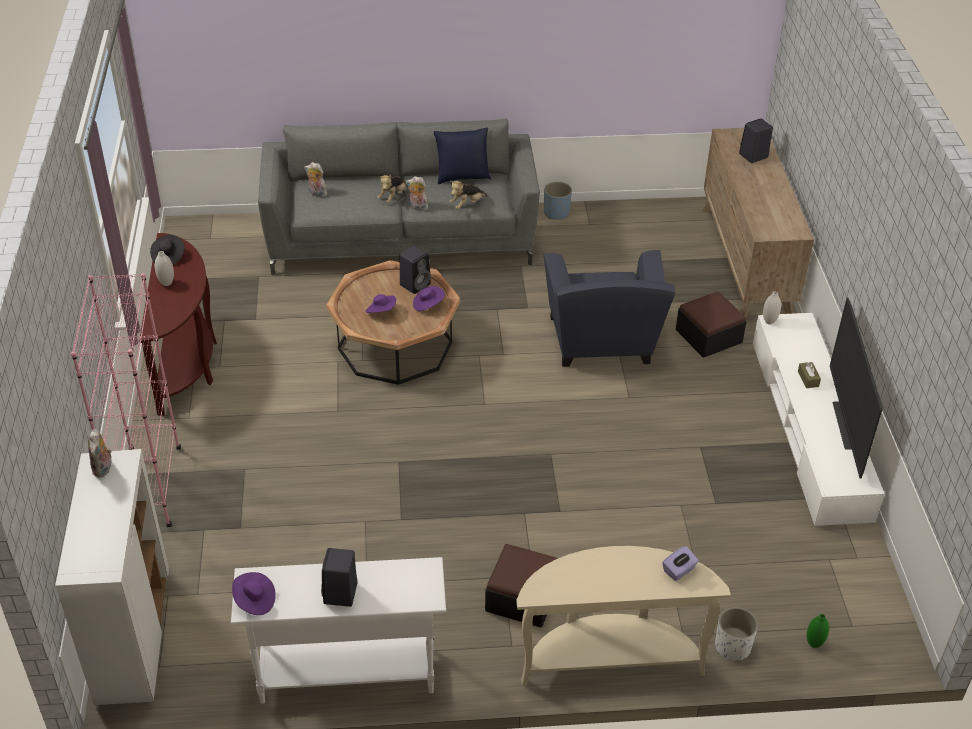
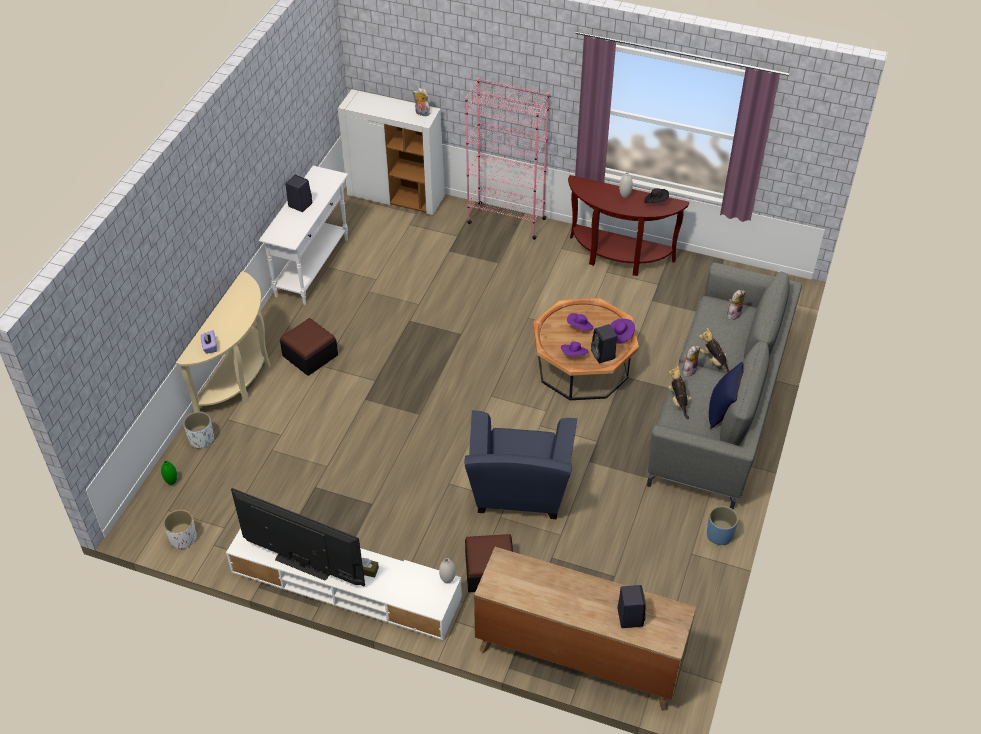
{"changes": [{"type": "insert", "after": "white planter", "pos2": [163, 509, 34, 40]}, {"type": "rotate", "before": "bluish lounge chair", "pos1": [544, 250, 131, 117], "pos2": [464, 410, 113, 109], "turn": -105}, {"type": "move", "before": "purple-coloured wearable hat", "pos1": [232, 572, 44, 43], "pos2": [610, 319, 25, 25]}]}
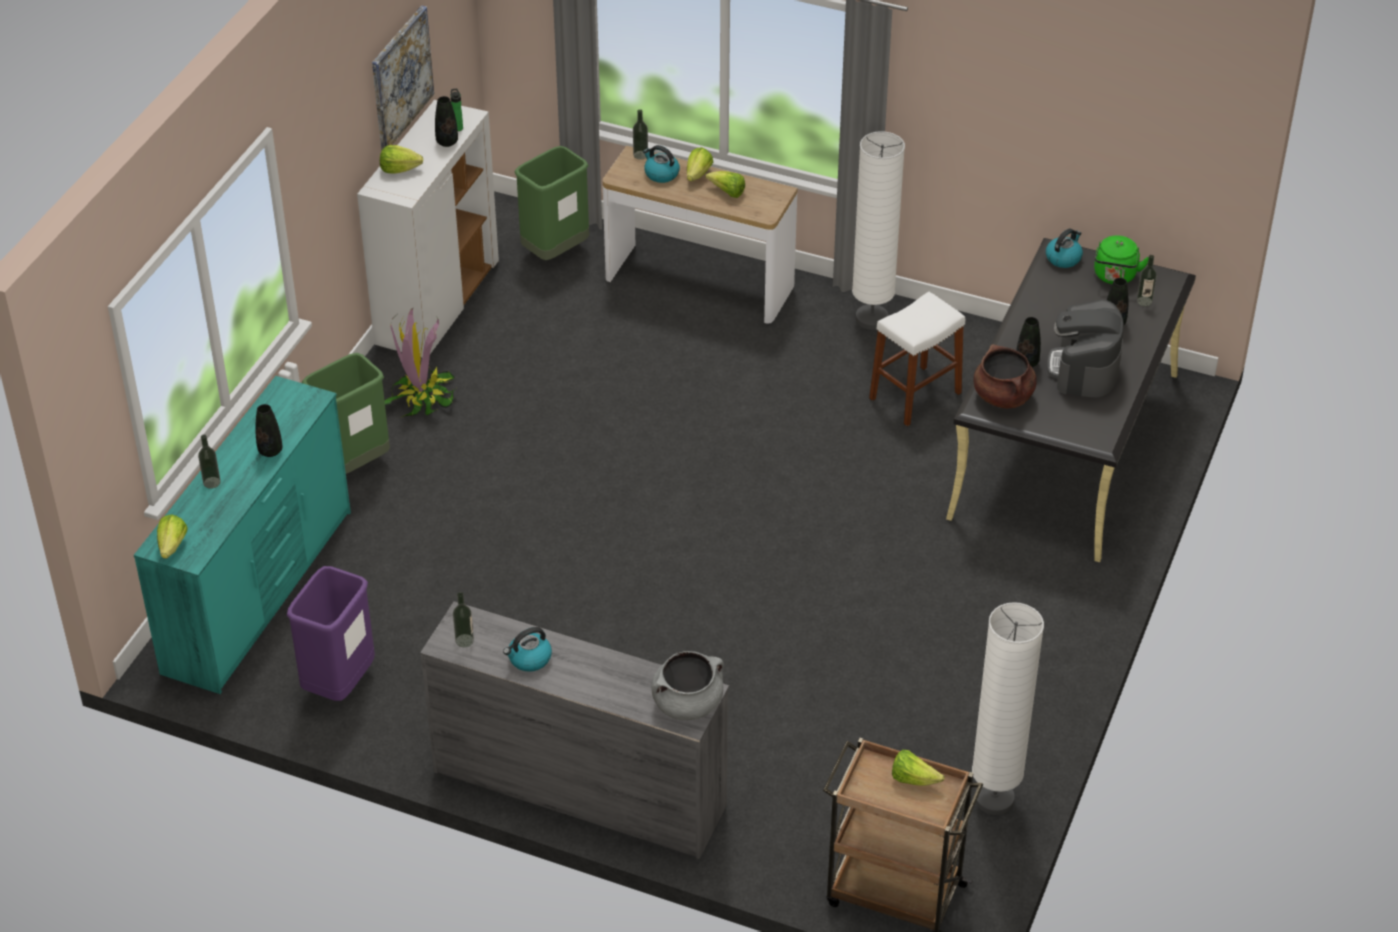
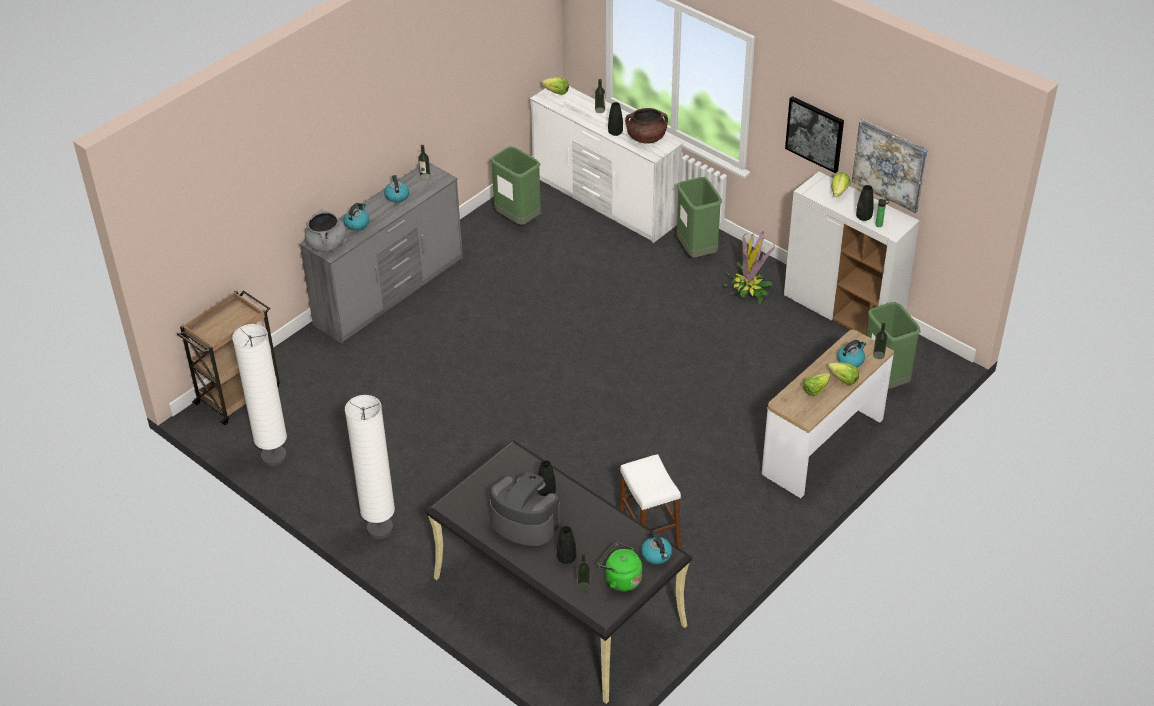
{"changes": [{"type": "insert", "after": "tea kettle", "pos2": [344, 203, 25, 28]}, {"type": "move", "before": "white floor lamp", "pos1": [852, 131, 53, 199], "pos2": [345, 395, 50, 144]}, {"type": "recolor", "before": "purple-coloured trash can", "after": "green trash can", "pos1": [287, 566, 88, 135], "pos2": [490, 146, 51, 79]}, {"type": "recolor", "before": "turquoise drawer chest", "after": "white drawer chest", "pos1": [134, 376, 217, 318], "pos2": [530, 86, 152, 157]}, {"type": "move", "before": "brownish stockpot", "pos1": [974, 344, 63, 65], "pos2": [625, 108, 43, 36]}, {"type": "insert", "after": "wall picture", "pos2": [785, 96, 59, 77]}, {"type": "delete", "before": "head of lettuce", "pos1": [892, 750, 53, 36]}]}
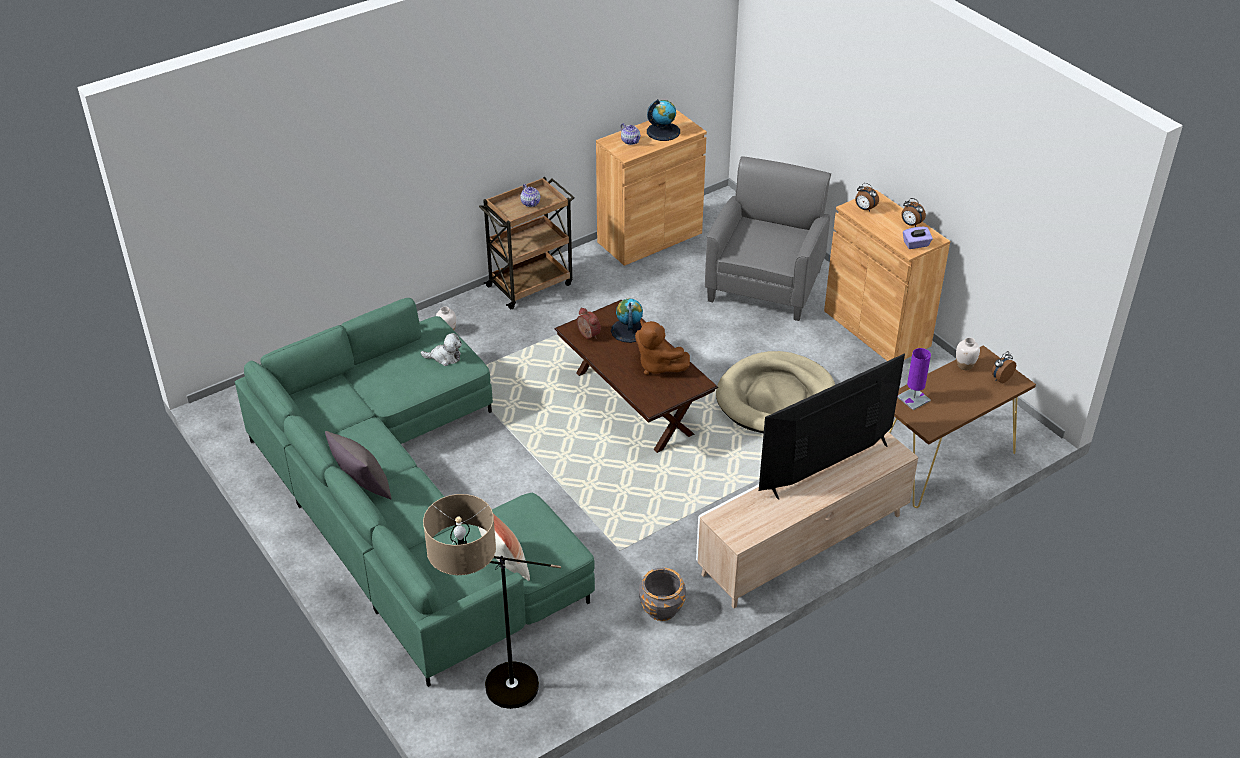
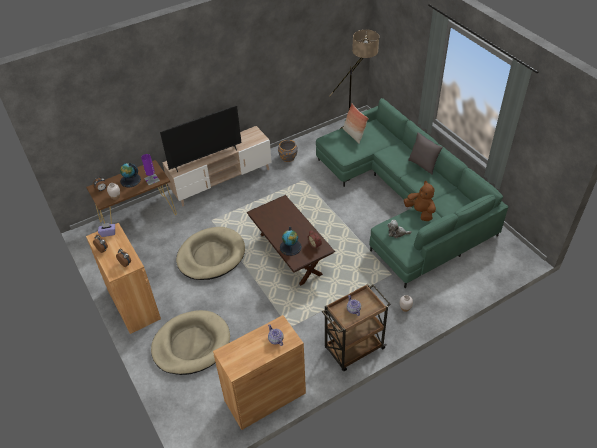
{"changes": [{"type": "move", "before": "world globe", "pos1": [647, 99, 33, 42], "pos2": [120, 163, 21, 24]}, {"type": "replace", "before": "greyish lounge chair", "after": "beige dog bed", "pos1": [705, 156, 126, 165], "pos2": [151, 310, 79, 65]}, {"type": "move", "before": "brownish cuddly toy", "pos1": [635, 321, 55, 54], "pos2": [404, 181, 32, 40]}]}
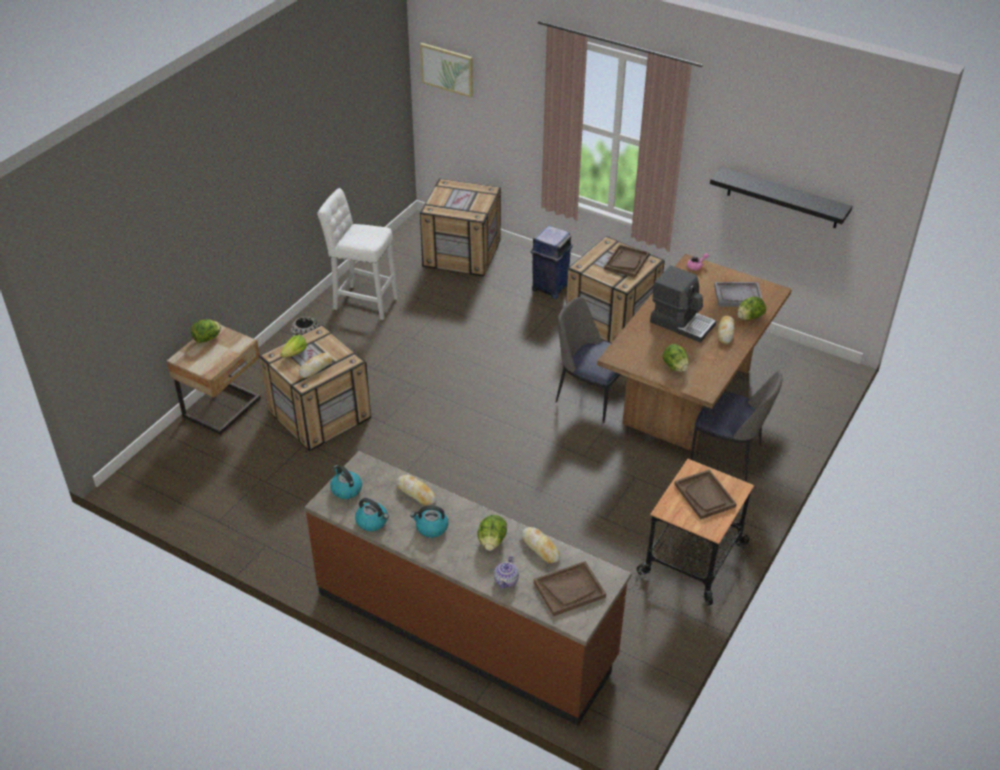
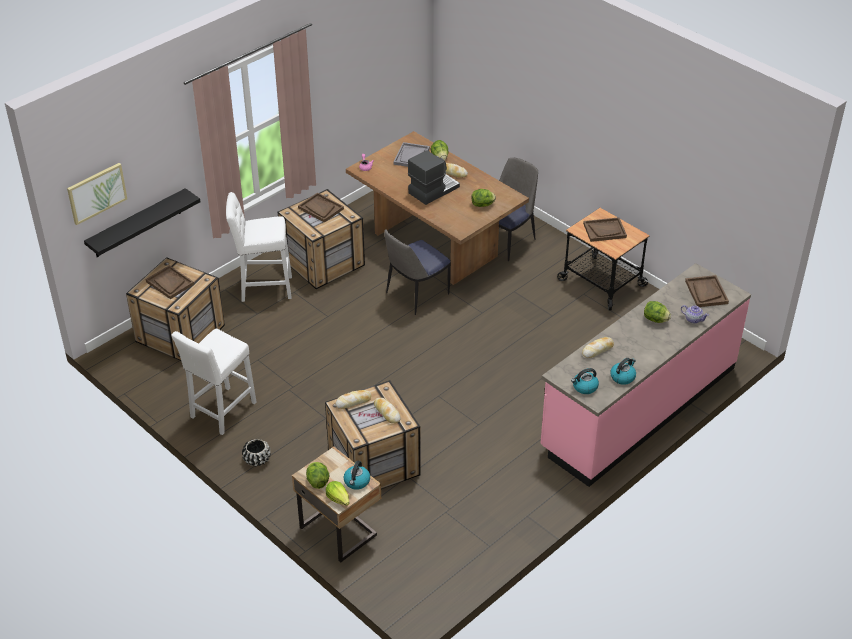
{"changes": [{"type": "move", "before": "black shelf", "pos1": [710, 167, 142, 61], "pos2": [84, 188, 116, 69]}, {"type": "insert", "after": "brownish serving tray", "pos2": [146, 265, 48, 34]}, {"type": "replace", "before": "bluish trash can", "after": "white stool seat", "pos1": [531, 225, 42, 74], "pos2": [226, 192, 66, 110]}, {"type": "move", "before": "head of lettuce", "pos1": [280, 335, 27, 22], "pos2": [326, 481, 23, 25]}, {"type": "move", "before": "bread", "pos1": [521, 527, 39, 36], "pos2": [335, 390, 36, 19]}, {"type": "move", "before": "tea kettle", "pos1": [410, 505, 38, 33], "pos2": [344, 461, 26, 29]}, {"type": "recolor", "before": "brownish kitchen base unit", "after": "pinkish kitchen base unit", "pos1": [304, 451, 328, 275], "pos2": [540, 263, 211, 224]}]}
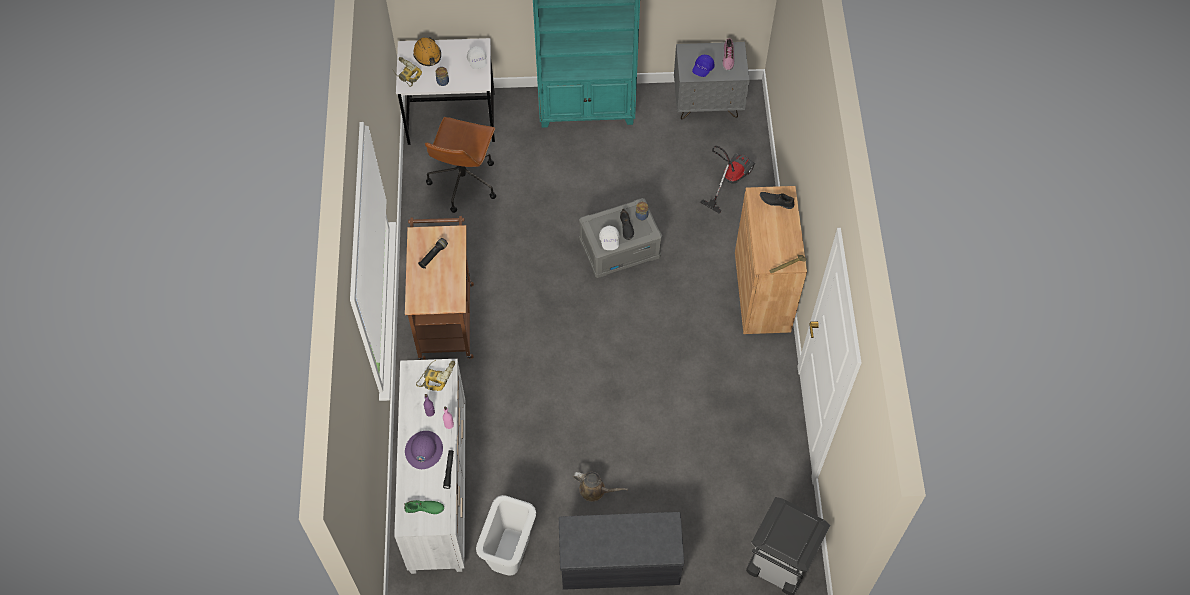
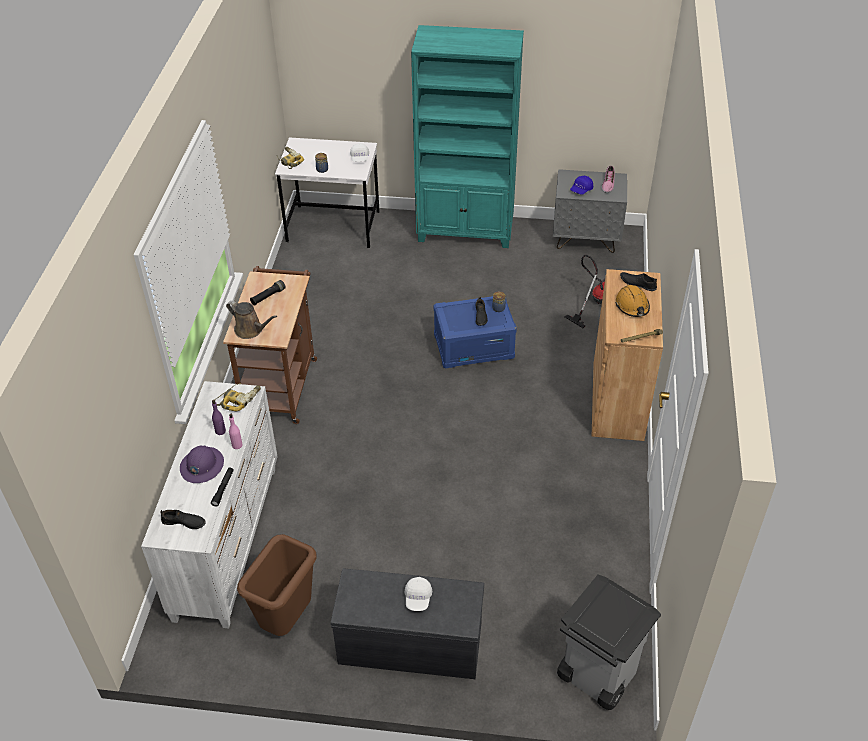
{"changes": [{"type": "recolor", "before": "green item of footwear", "after": "black item of footwear", "pos1": [404, 500, 40, 14], "pos2": [160, 510, 46, 19]}, {"type": "move", "before": "brownish watering can", "pos1": [573, 472, 55, 30], "pos2": [226, 301, 51, 38]}, {"type": "recolor", "before": "white trash can", "after": "brownish trash can", "pos1": [476, 495, 60, 81], "pos2": [237, 534, 80, 102]}, {"type": "move", "before": "white cap", "pos1": [599, 226, 21, 24], "pos2": [404, 577, 28, 34]}, {"type": "recolor", "before": "greyish storage bin", "after": "bluish storage bin", "pos1": [579, 198, 83, 80], "pos2": [434, 296, 83, 72]}, {"type": "move", "before": "orange-coloured safety helmet", "pos1": [413, 37, 28, 29], "pos2": [616, 285, 34, 32]}, {"type": "delete", "before": "brownish computer chair", "pos1": [425, 117, 71, 96]}]}
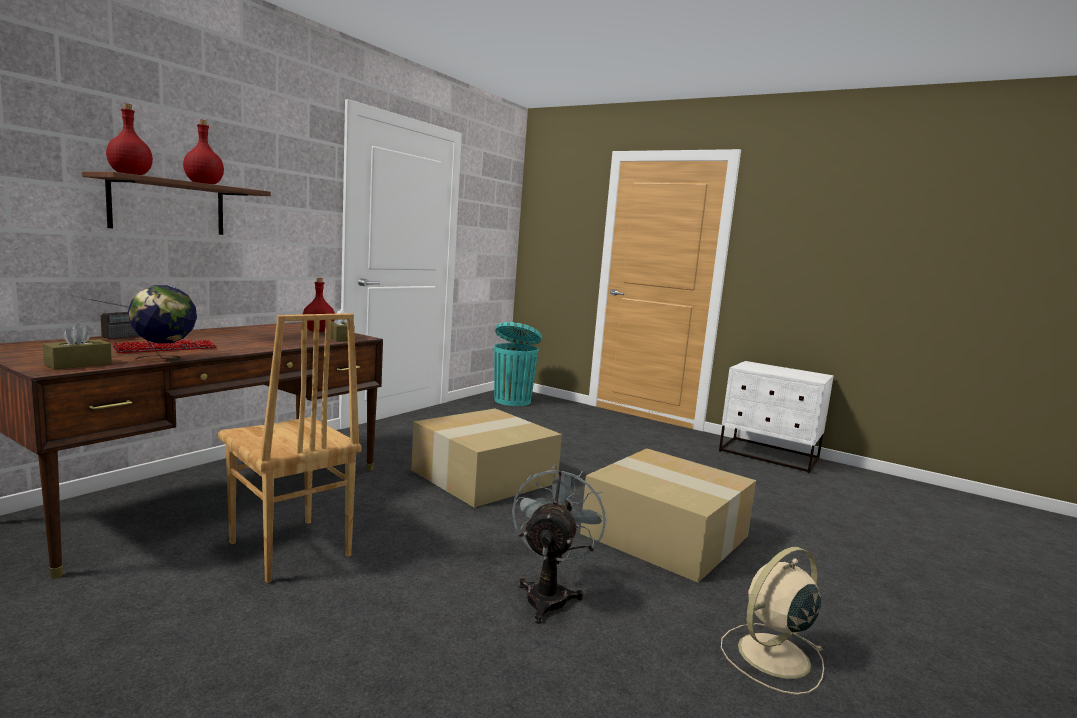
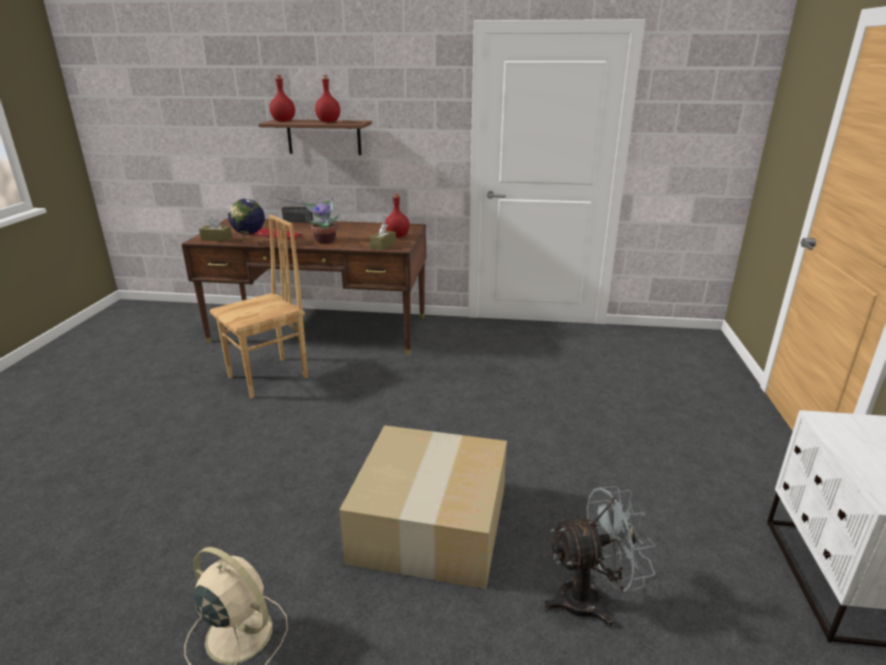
{"changes": [{"type": "rotate", "before": "brownish plain chair", "pos1": [218, 313, 143, 270], "pos2": [210, 215, 98, 183], "turn": -150}, {"type": "insert", "after": "potted plant", "pos2": [302, 197, 37, 46]}, {"type": "move", "before": "greyish fan", "pos1": [512, 465, 95, 159], "pos2": [543, 486, 113, 142]}, {"type": "delete", "before": "packing box", "pos1": [411, 408, 151, 100]}, {"type": "delete", "before": "turquoise trash can", "pos1": [494, 322, 47, 84]}]}
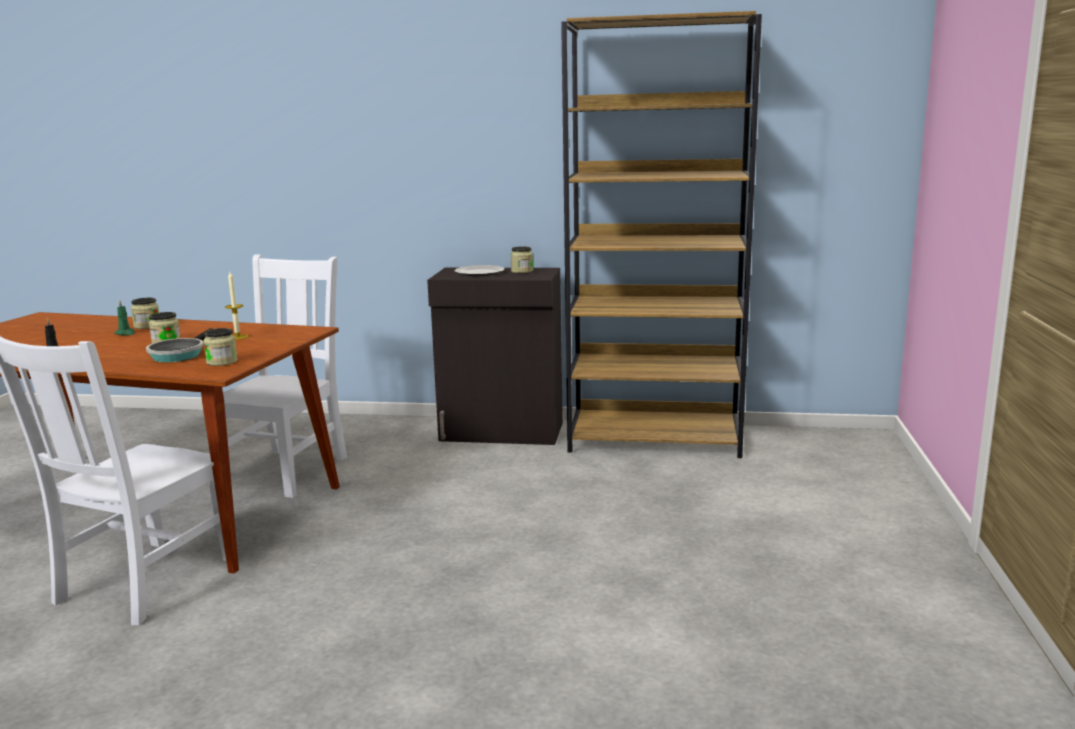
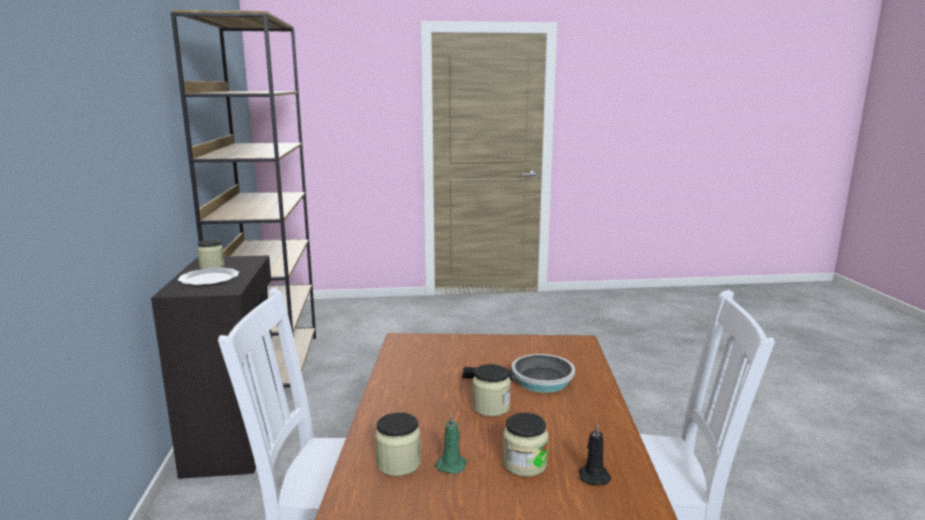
{"changes": [{"type": "move", "before": "preserve jar", "pos1": [203, 328, 35, 38], "pos2": [503, 413, 45, 64]}, {"type": "delete", "before": "candle", "pos1": [225, 272, 24, 68]}]}
